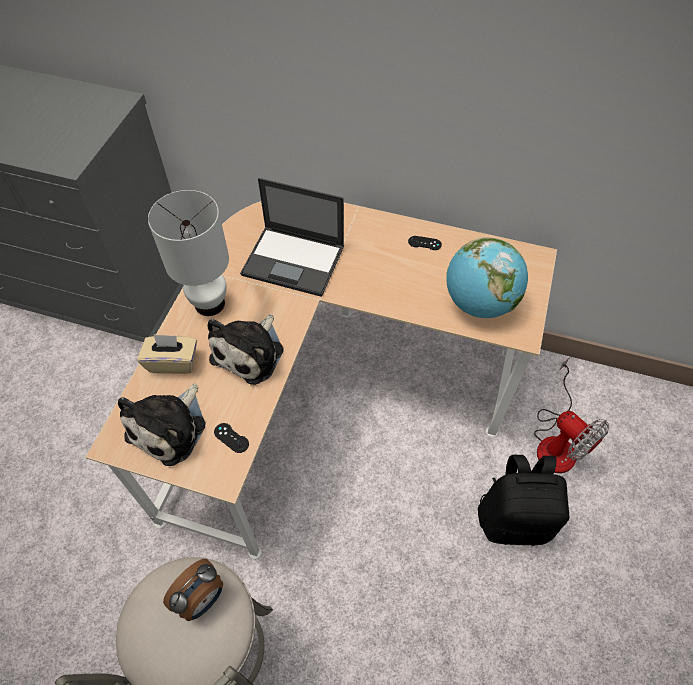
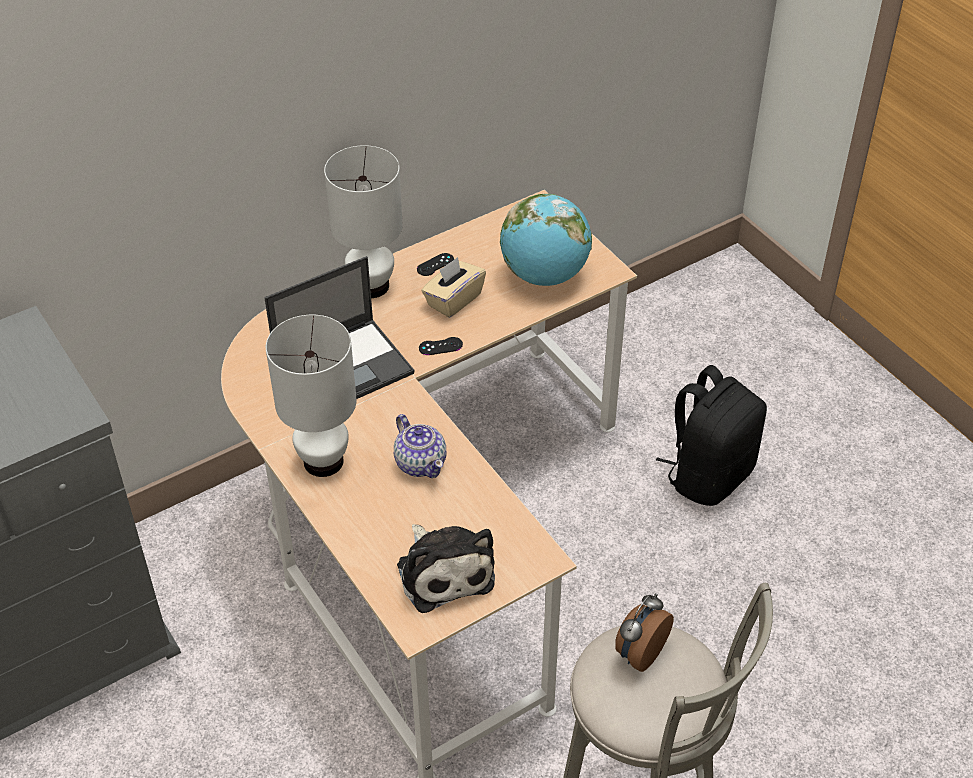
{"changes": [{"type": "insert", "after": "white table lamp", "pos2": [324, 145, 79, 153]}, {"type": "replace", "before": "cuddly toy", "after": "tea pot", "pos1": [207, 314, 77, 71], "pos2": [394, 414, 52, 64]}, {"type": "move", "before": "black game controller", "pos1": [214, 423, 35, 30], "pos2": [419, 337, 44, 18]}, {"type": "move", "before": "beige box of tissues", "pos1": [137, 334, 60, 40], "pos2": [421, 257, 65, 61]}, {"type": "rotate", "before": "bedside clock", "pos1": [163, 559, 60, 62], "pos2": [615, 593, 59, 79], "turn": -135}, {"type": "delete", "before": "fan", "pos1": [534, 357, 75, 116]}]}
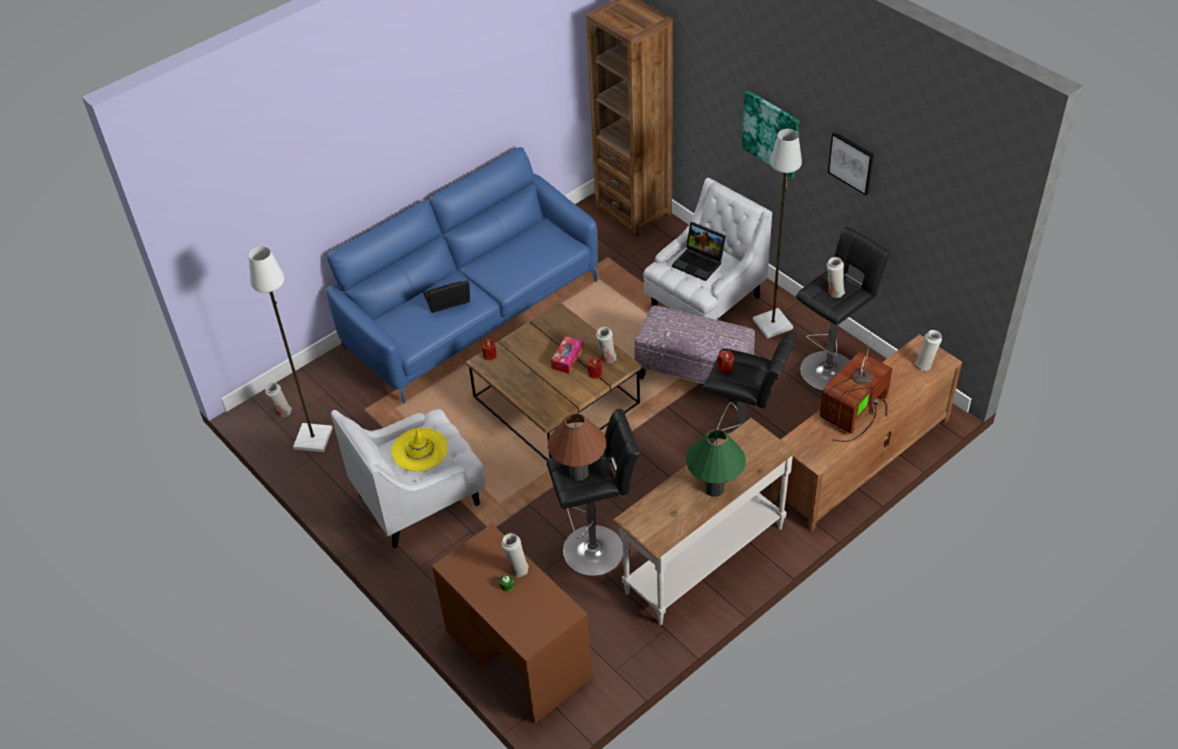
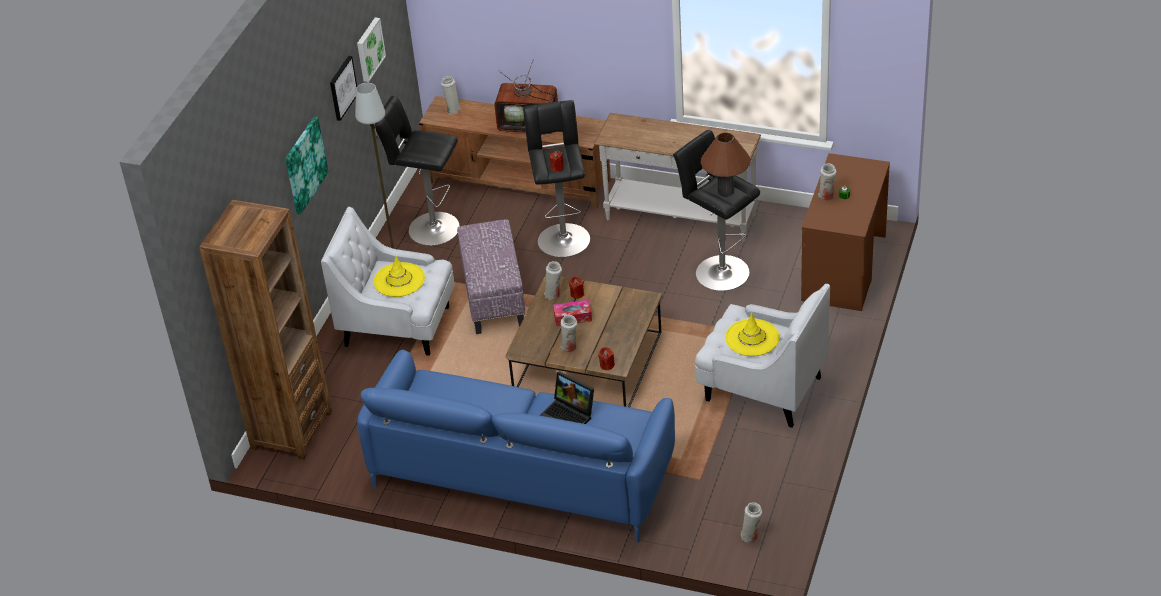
{"changes": [{"type": "insert", "after": "wall picture", "pos2": [357, 17, 29, 65]}, {"type": "replace", "before": "notebook computer", "after": "yellowish wearable hat", "pos1": [672, 222, 54, 59], "pos2": [374, 256, 51, 41]}, {"type": "move", "before": "white flower vase", "pos1": [827, 257, 18, 41], "pos2": [560, 314, 17, 38]}, {"type": "delete", "before": "white floor lamp", "pos1": [249, 246, 84, 206]}, {"type": "delete", "before": "green table lamp", "pos1": [686, 429, 60, 68]}]}
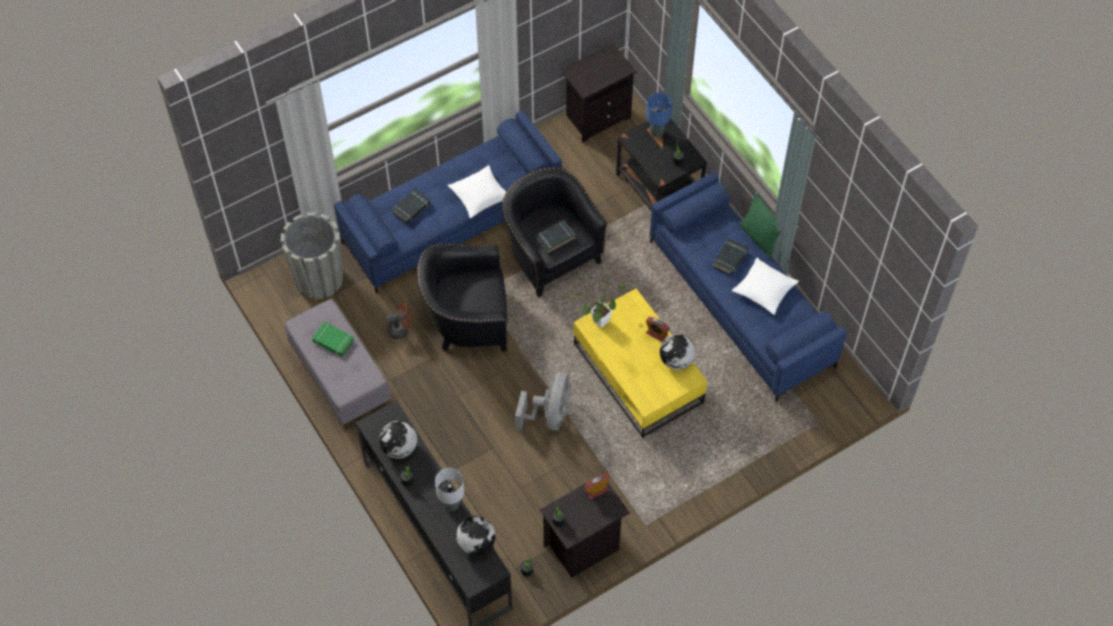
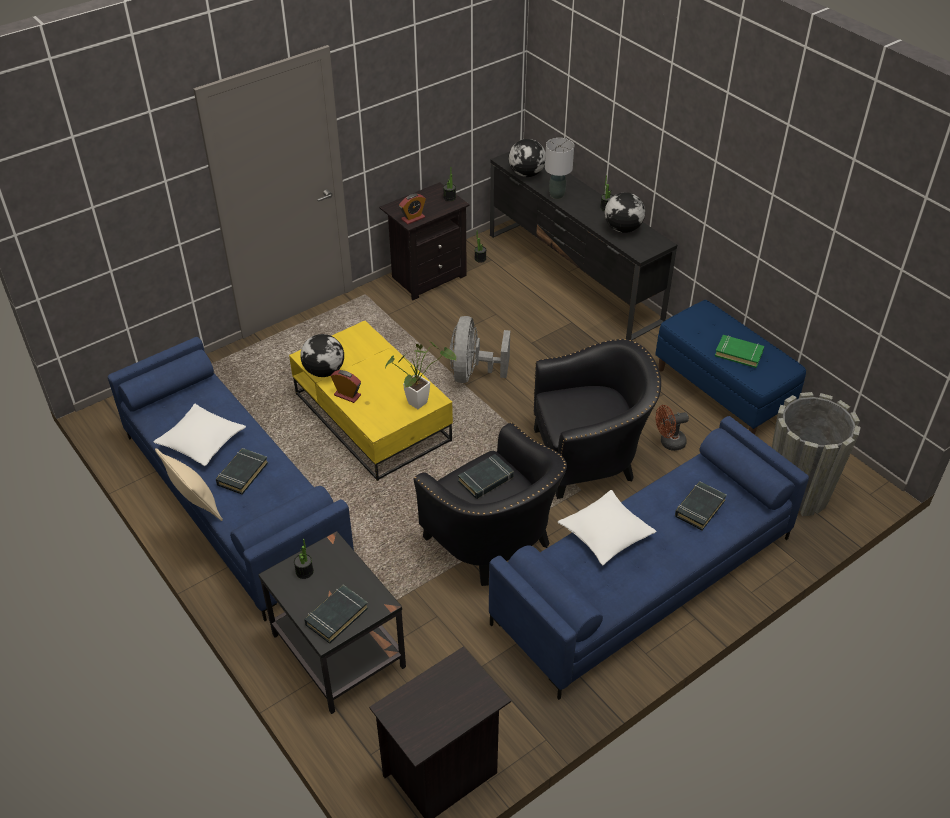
{"changes": [{"type": "recolor", "before": "green throw pillow", "after": "beige throw pillow", "pos1": [739, 193, 42, 65], "pos2": [155, 448, 68, 73]}, {"type": "replace", "before": "bluish table lamp", "after": "black volume", "pos1": [646, 93, 26, 45], "pos2": [304, 585, 64, 59]}, {"type": "recolor", "before": "greyish bench", "after": "bluish bench", "pos1": [285, 299, 106, 131], "pos2": [655, 300, 151, 135]}]}
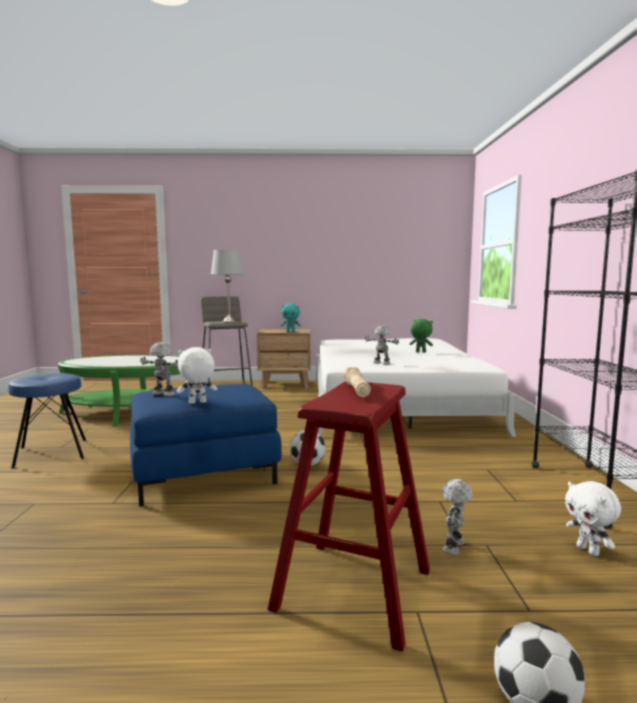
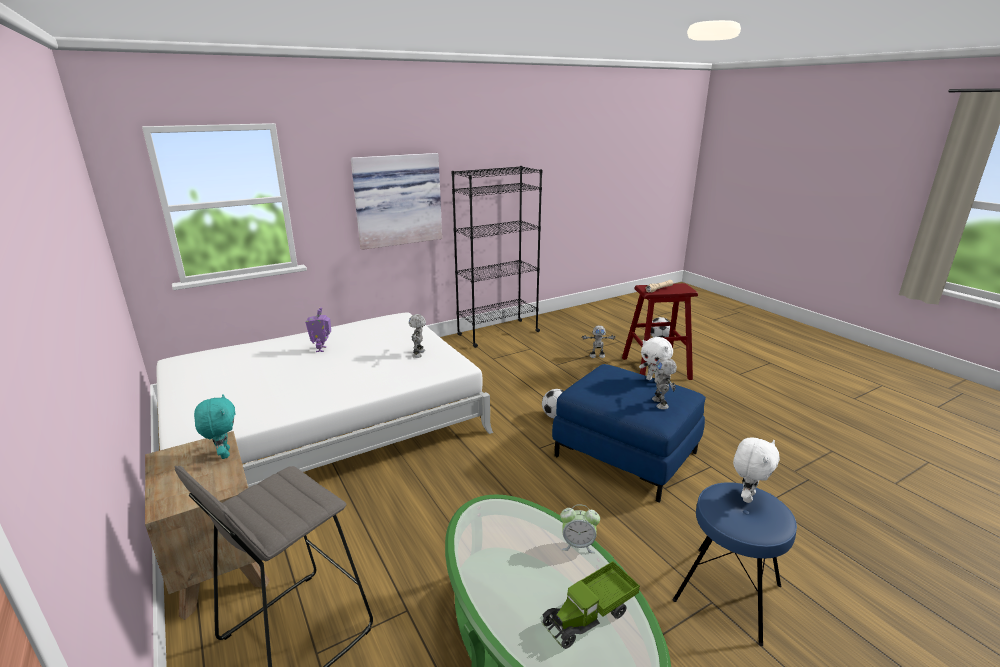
{"changes": [{"type": "replace", "before": "green cuddly toy", "after": "robot figure", "pos1": [410, 319, 23, 34], "pos2": [305, 307, 26, 45]}, {"type": "insert", "after": "wall picture", "pos2": [351, 153, 91, 97]}, {"type": "insert", "after": "model truck", "pos2": [541, 561, 99, 88]}, {"type": "insert", "after": "bedside clock", "pos2": [560, 504, 40, 49]}, {"type": "move", "before": "white cuddly toy", "pos1": [565, 481, 56, 75], "pos2": [733, 438, 47, 65]}, {"type": "delete", "before": "greyish table lamp", "pos1": [211, 250, 34, 72]}]}
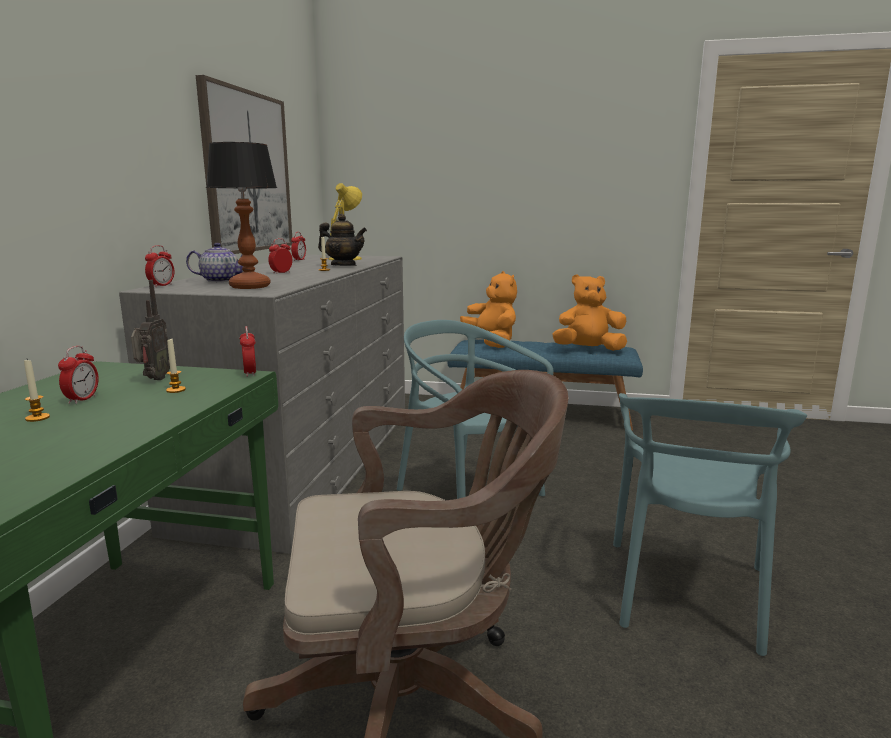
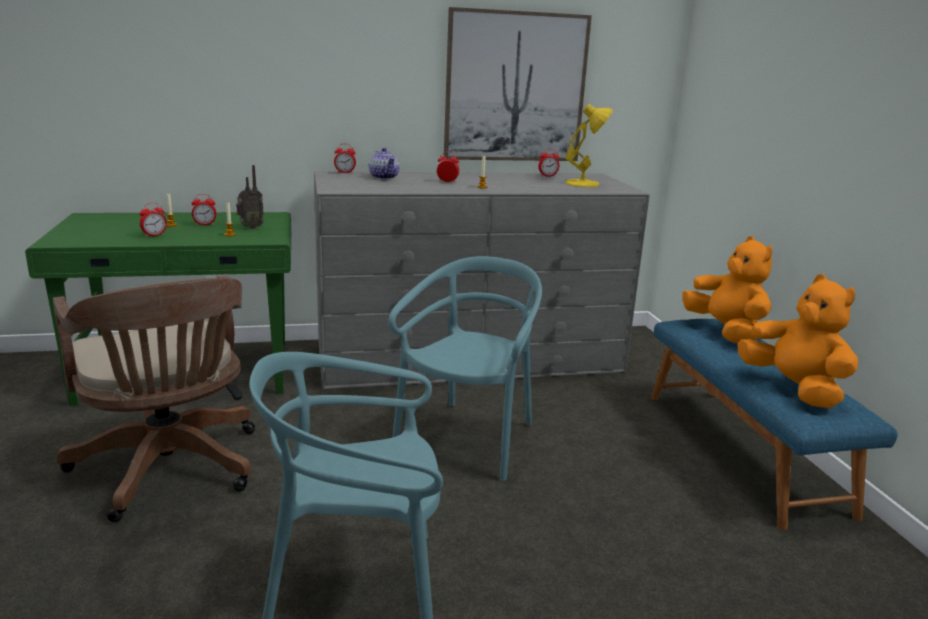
{"changes": [{"type": "move", "before": "bedside clock", "pos1": [239, 326, 17, 51], "pos2": [139, 203, 28, 34]}, {"type": "rotate", "before": "orange-coloured cuddly toy", "pos1": [460, 271, 57, 77], "pos2": [682, 236, 90, 107], "turn": -60}, {"type": "delete", "before": "table lamp", "pos1": [206, 142, 71, 147]}, {"type": "delete", "before": "tea pot", "pos1": [318, 214, 49, 52]}]}
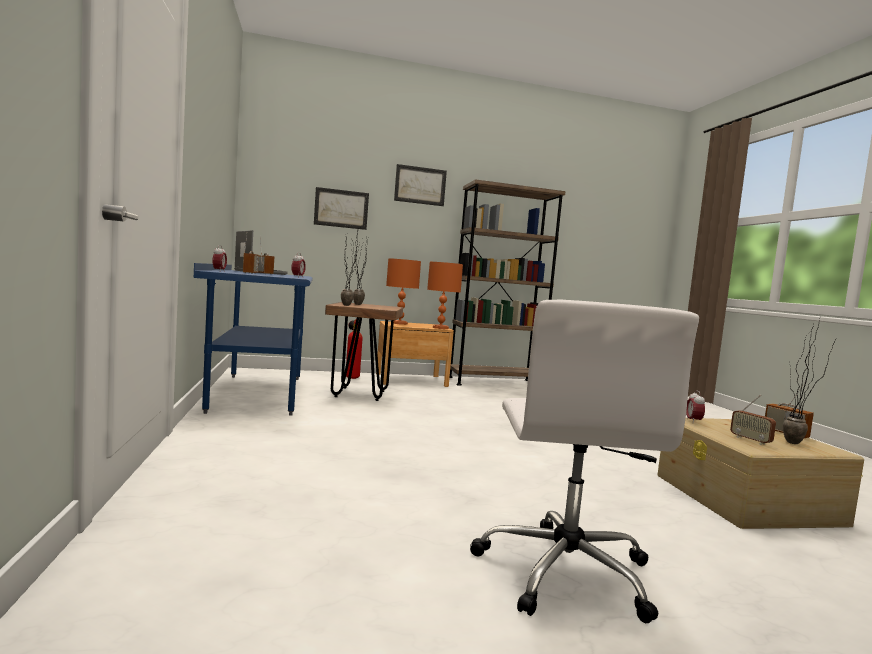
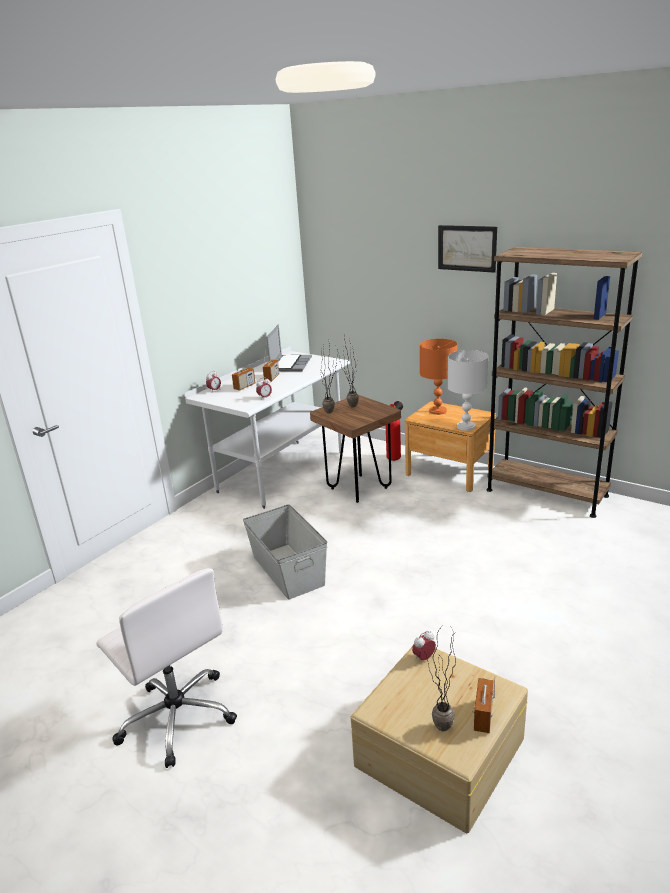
{"changes": [{"type": "rotate", "before": "white computer chair", "pos1": [470, 299, 229, 324], "pos2": [96, 568, 141, 200], "turn": -90}, {"type": "recolor", "before": "bluish desk unit", "after": "white desk unit", "pos1": [194, 263, 119, 153], "pos2": [184, 346, 166, 163]}, {"type": "insert", "after": "greyish storage bin", "pos2": [243, 504, 84, 96]}, {"type": "recolor", "before": "orange-coloured table lamp", "after": "white table lamp", "pos1": [427, 262, 36, 67], "pos2": [448, 350, 40, 81]}, {"type": "delete", "before": "wall picture", "pos1": [314, 187, 55, 43]}, {"type": "delete", "before": "radio set", "pos1": [730, 395, 46, 50]}]}
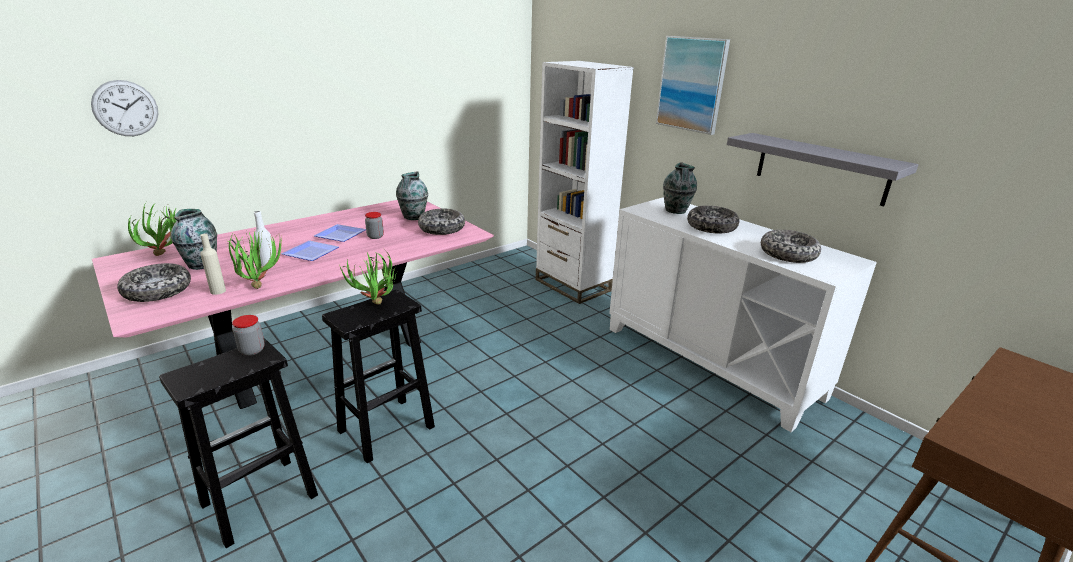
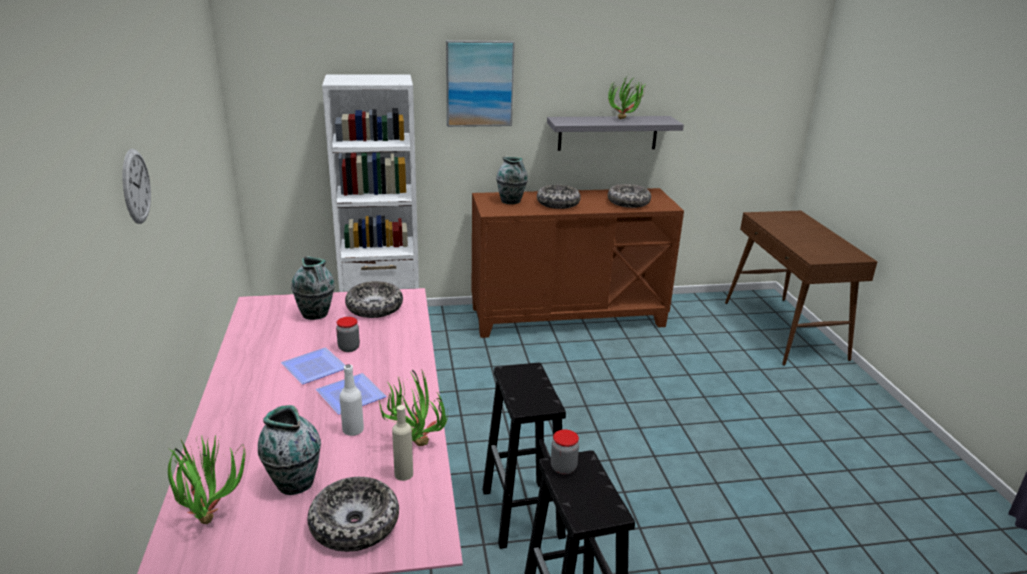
{"changes": [{"type": "move", "before": "clock on the wall", "pos1": [91, 80, 67, 56], "pos2": [122, 149, 29, 75]}, {"type": "recolor", "before": "white cupboard", "after": "brownish cupboard", "pos1": [609, 197, 268, 235], "pos2": [472, 188, 212, 150]}, {"type": "move", "before": "potted plant", "pos1": [339, 249, 57, 55], "pos2": [608, 75, 38, 44]}]}
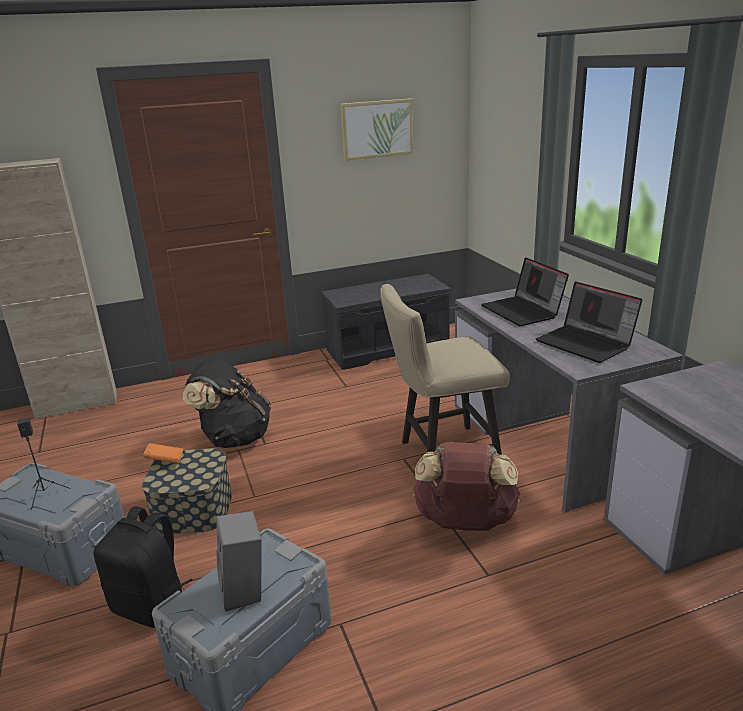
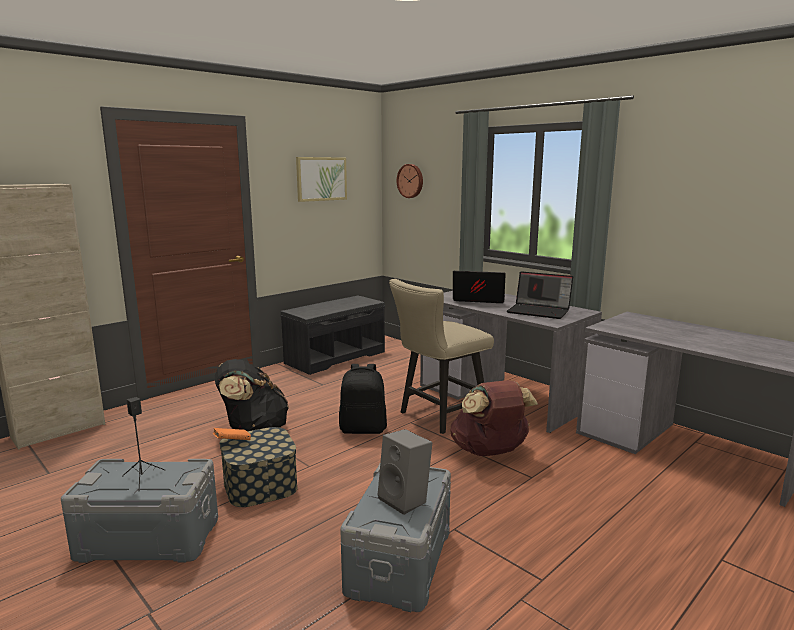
{"changes": [{"type": "move", "before": "black backpack", "pos1": [93, 506, 100, 122], "pos2": [339, 364, 48, 70]}, {"type": "insert", "after": "clock on the wall", "pos2": [397, 164, 26, 34]}, {"type": "rotate", "before": "notebook computer", "pos1": [481, 257, 88, 69], "pos2": [453, 271, 53, 32], "turn": 150}]}
